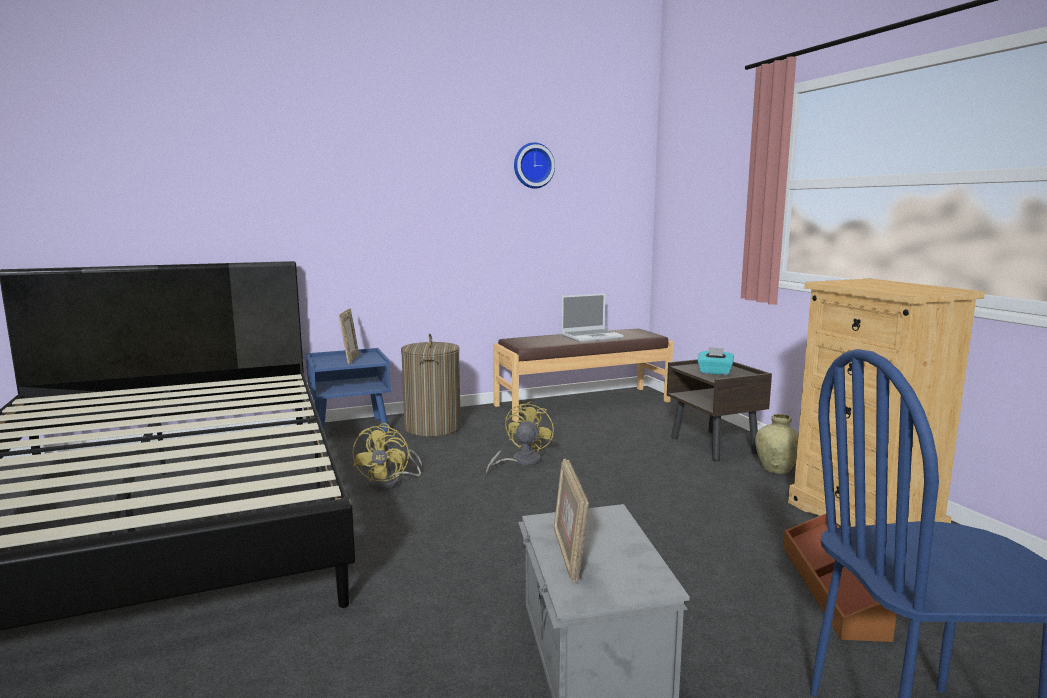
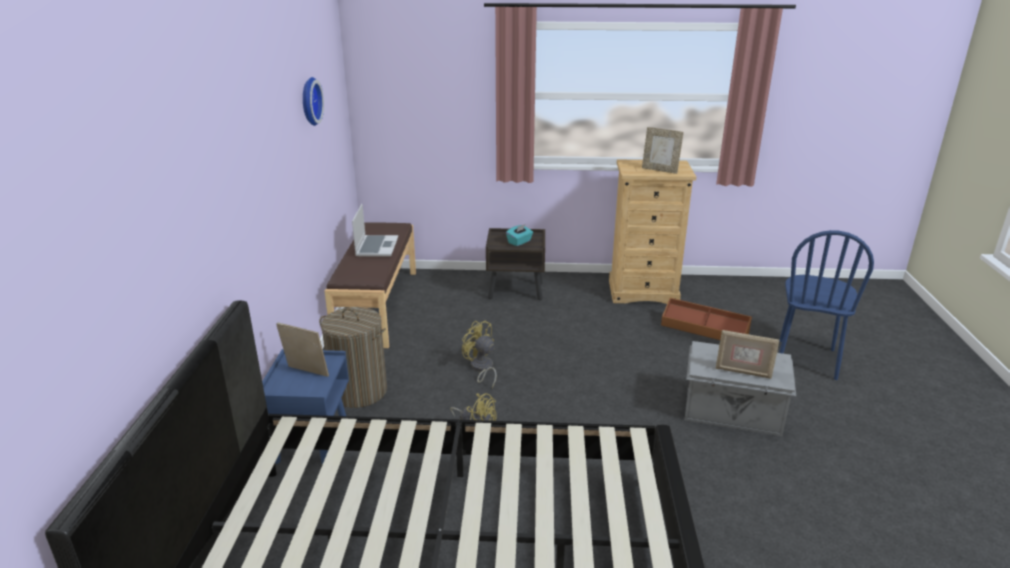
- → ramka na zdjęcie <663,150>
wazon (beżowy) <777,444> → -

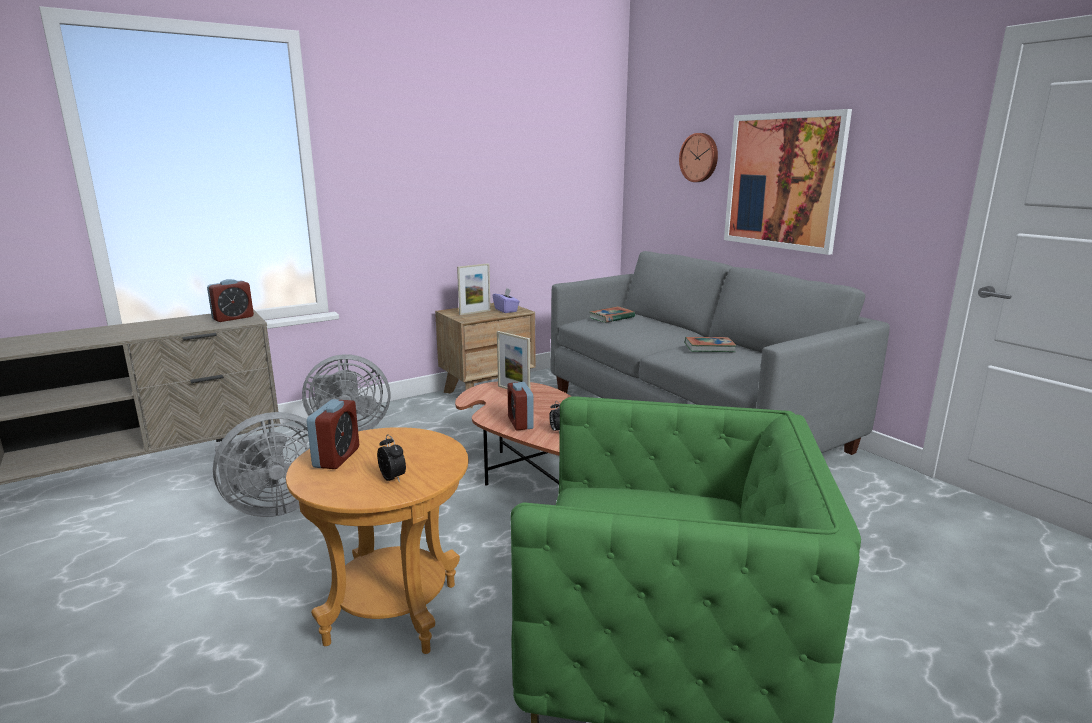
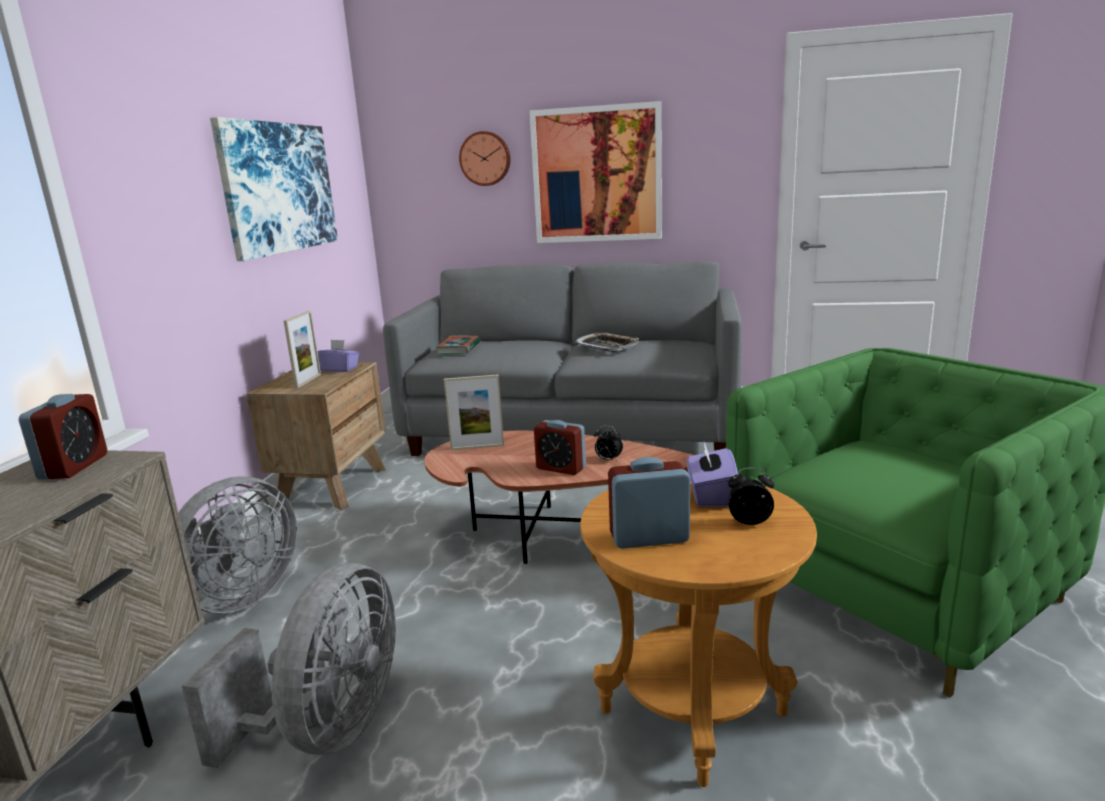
- → obraz <274,189>
książka <710,344> → taca <607,342>
budzik <333,434> → budzik <649,503>, 60 degrees counterclockwise
- → pudełko chusteczek (fioletowy) <712,474>

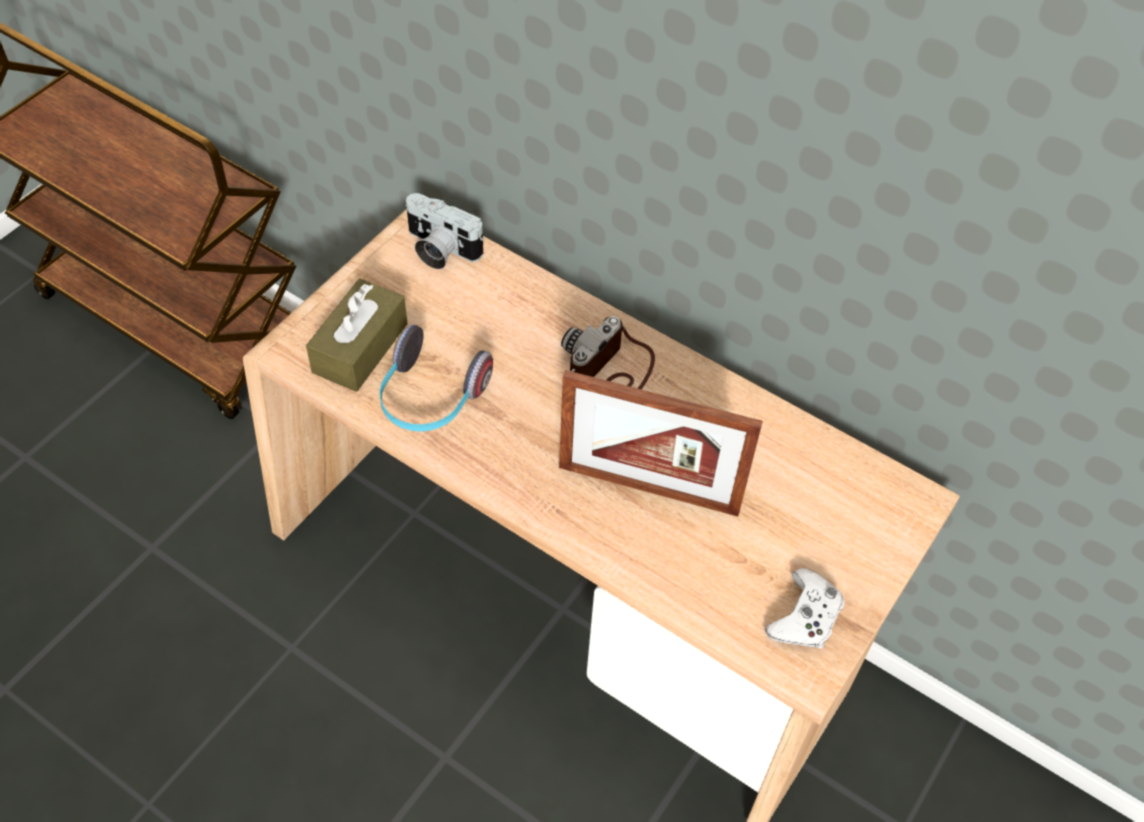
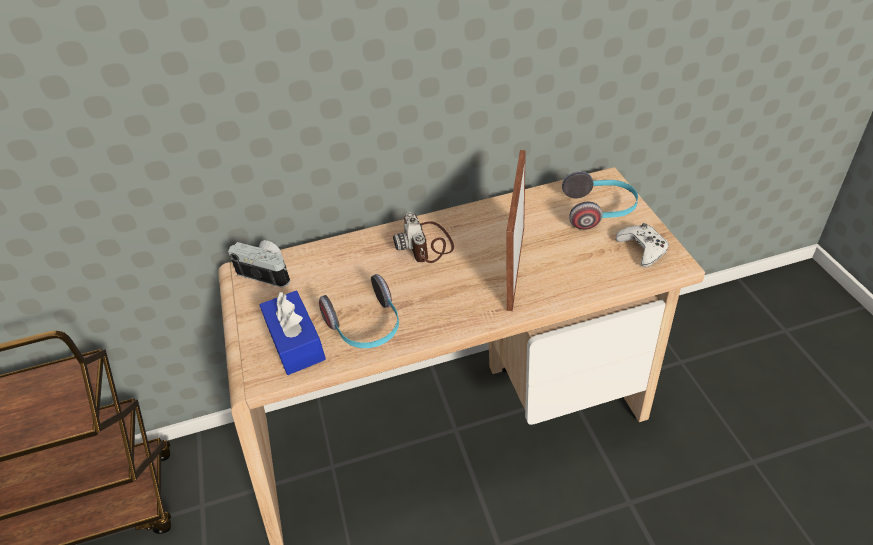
aparat fotograficzny <445,231> → aparat fotograficzny <259,263>, 135 degrees counterclockwise
pudełko chusteczek (brązowy) <356,335> → pudełko chusteczek (niebieski) <292,332>
ramka na zdjęcie <661,443> → ramka na zdjęcie <516,230>, 135 degrees clockwise
- → słuchawki <600,200>

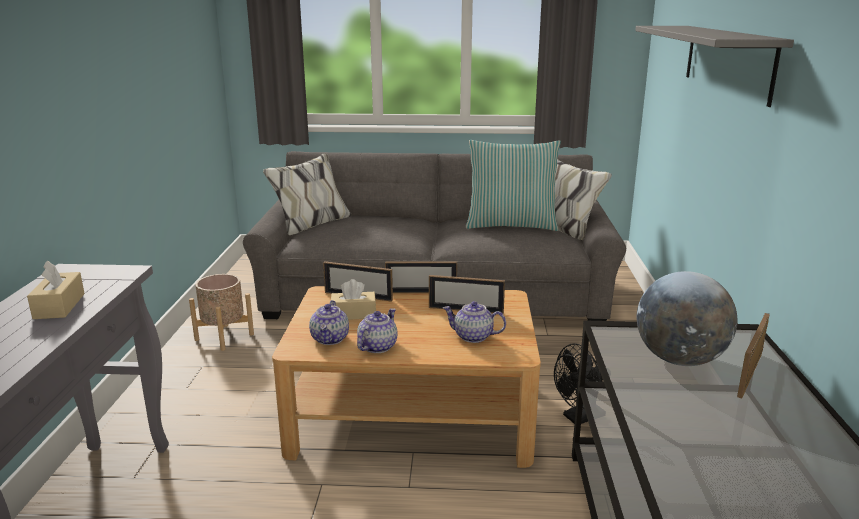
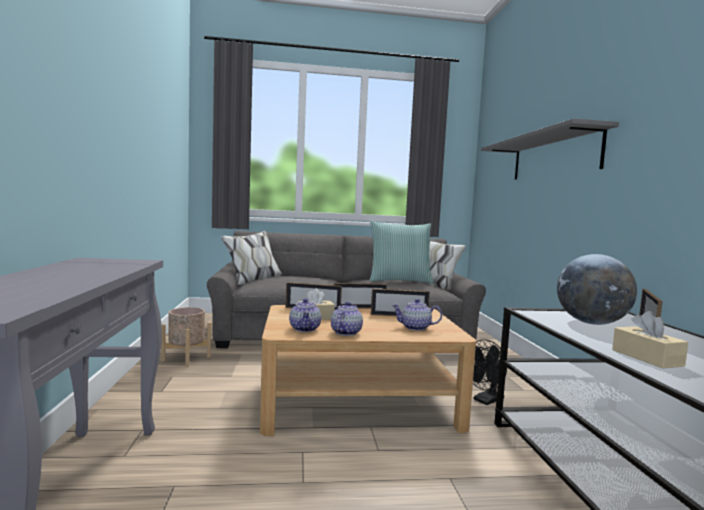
pudełko chusteczek (beżowy) <56,289> → pudełko chusteczek (beżowy) <650,339>, shifted

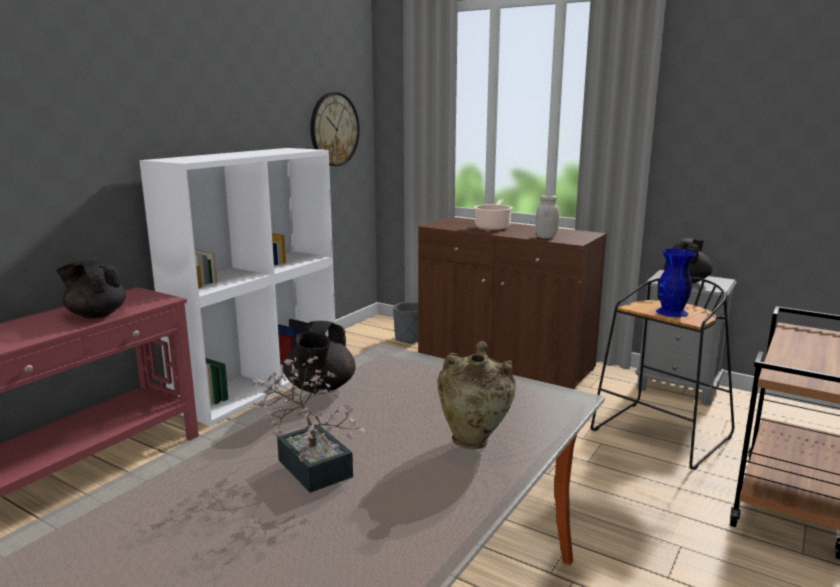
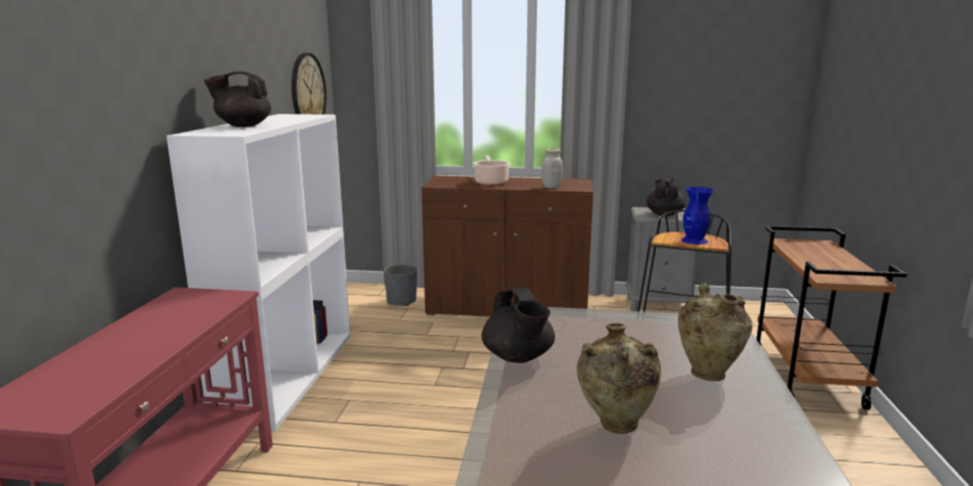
imbryk (czarny) <91,289> → imbryk (czarny) <237,99>, shifted
roślina doniczkowa <308,424> → wazon (beżowy) <619,378>

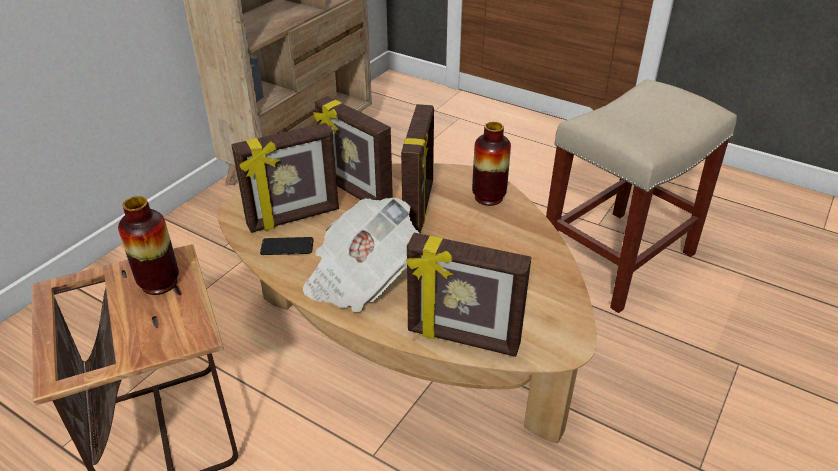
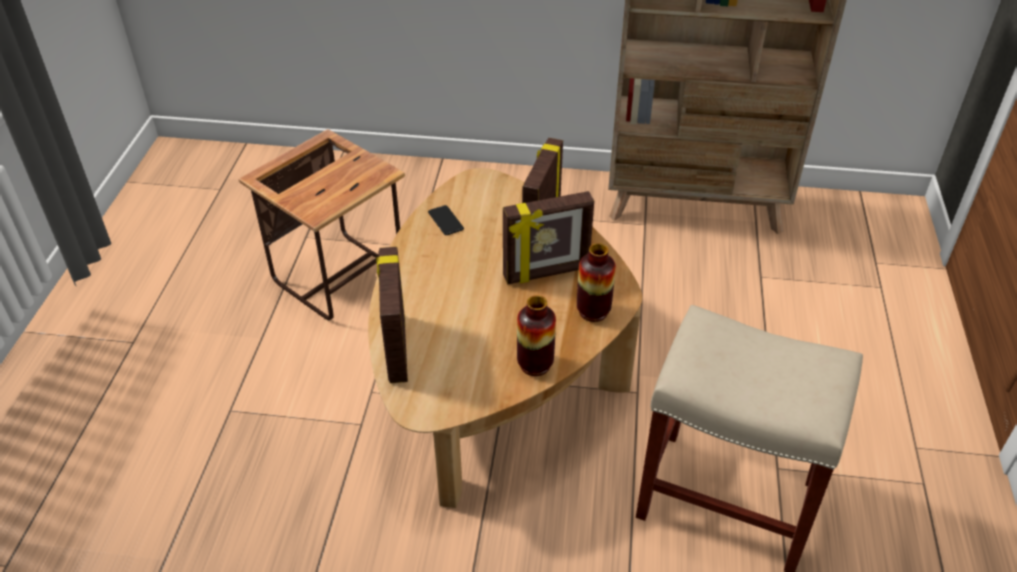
wazon <148,245> → wazon <536,335>, shifted
ramka na zdjęcie <285,178> → -
gazeta <361,255> → -

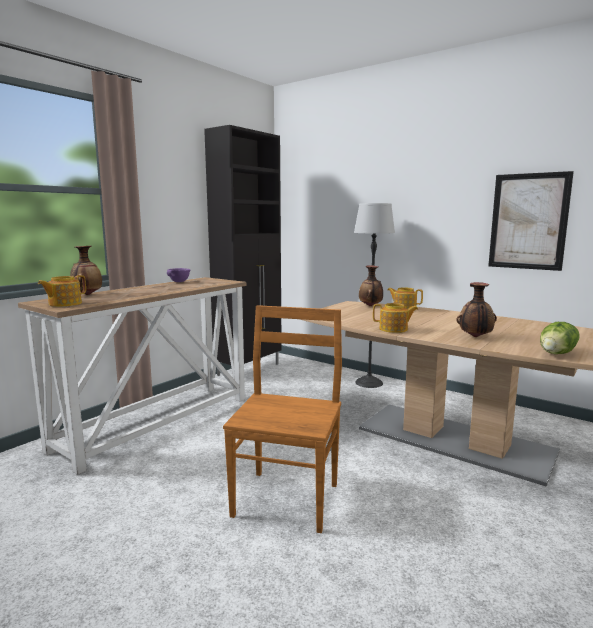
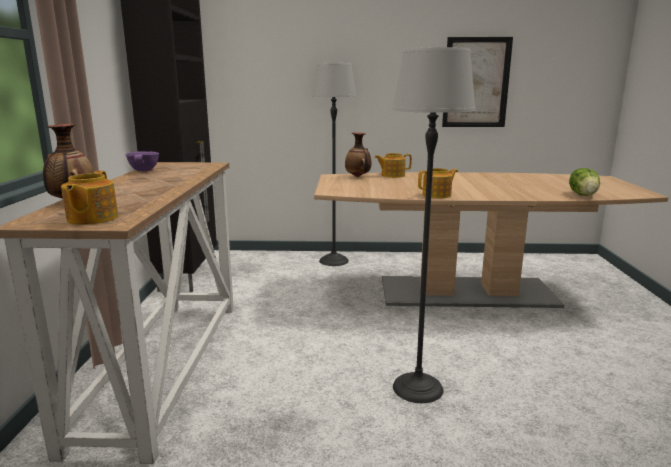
krzesło (brązowy) <282,419> → lampa stojąca <434,225>
wazon <477,309> → -

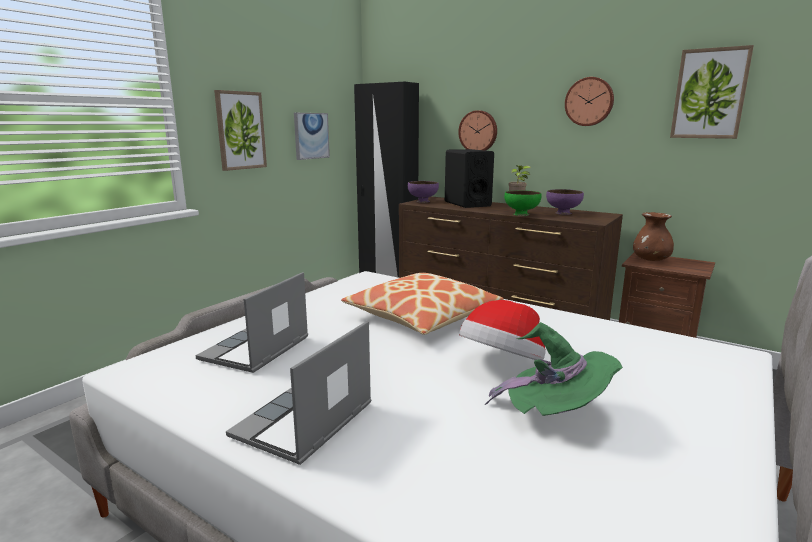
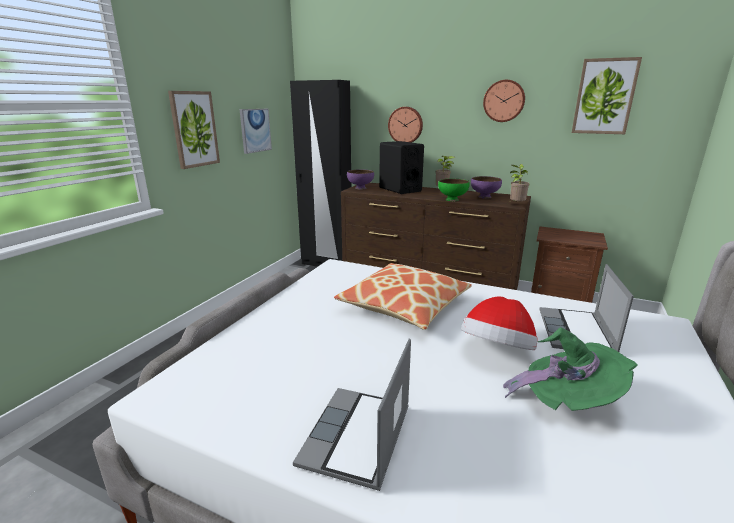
- → roślina doniczkowa <519,182>
laptop <251,322> → laptop <587,308>, shifted
wazon (brązowy) <653,236> → -

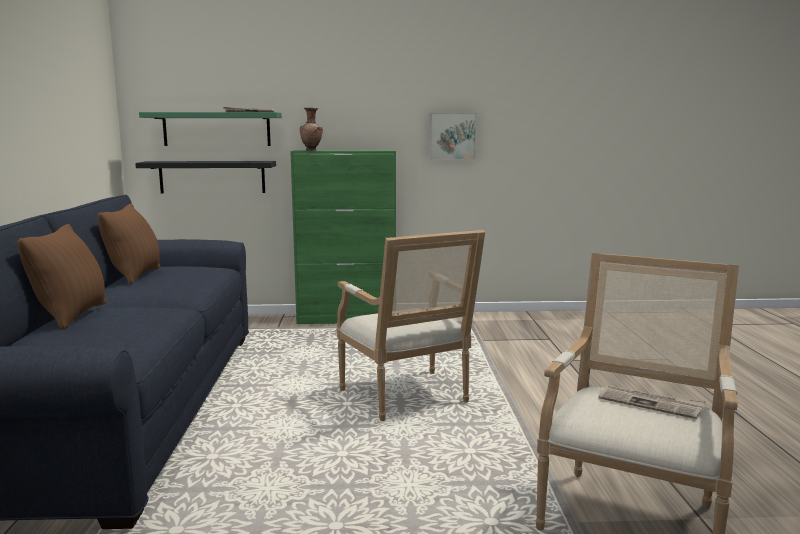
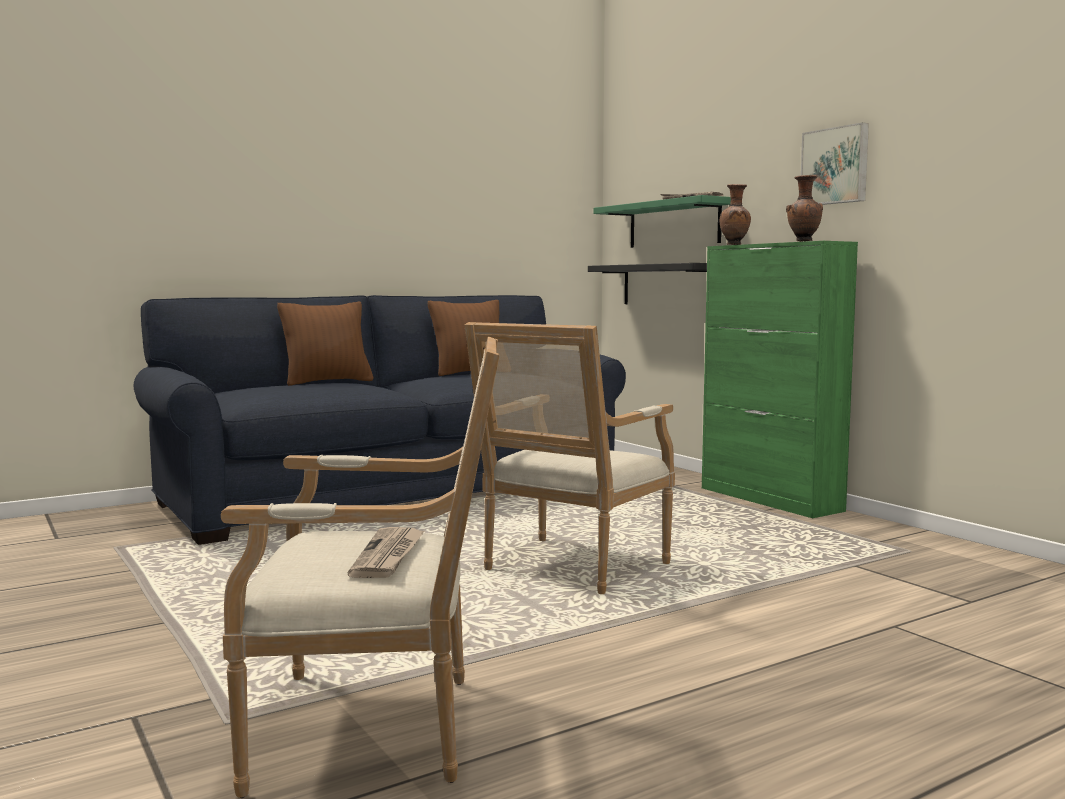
- → wazon (brązowy) <804,208>
obraz <453,136> → obraz <835,163>, shifted

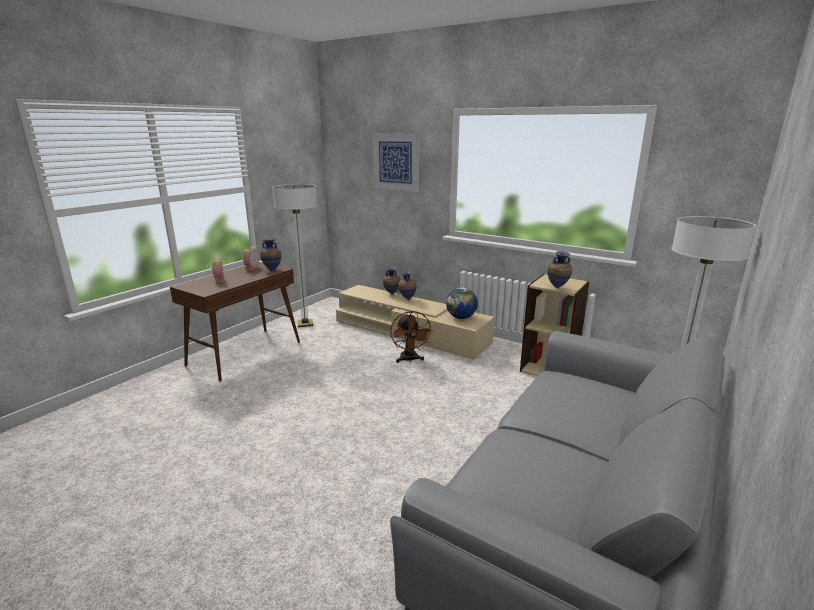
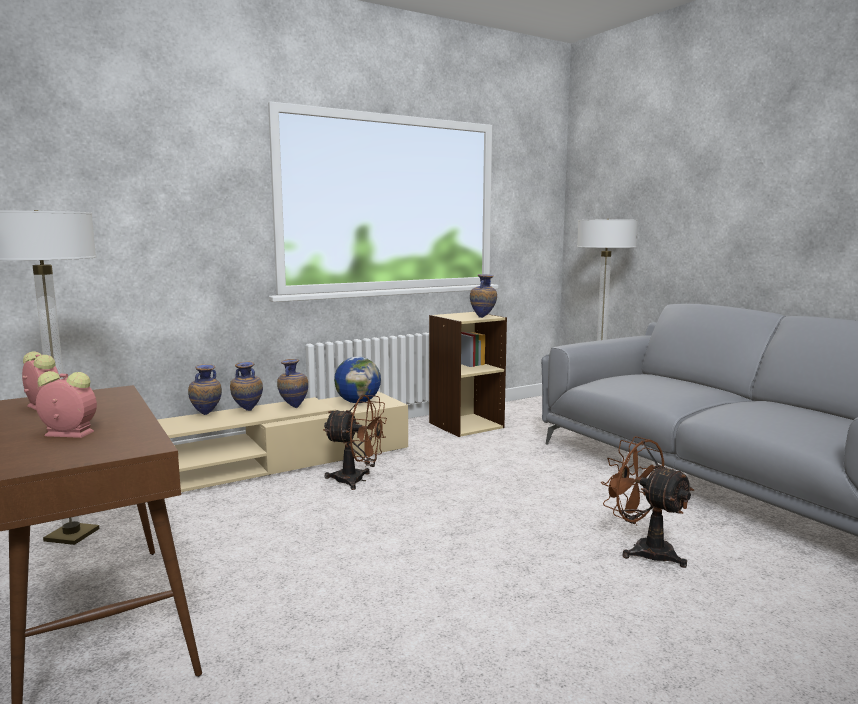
wazon <270,254> → wazon <292,383>, shifted
- → wentylator (brązowy) <647,502>
obraz <395,162> → -

